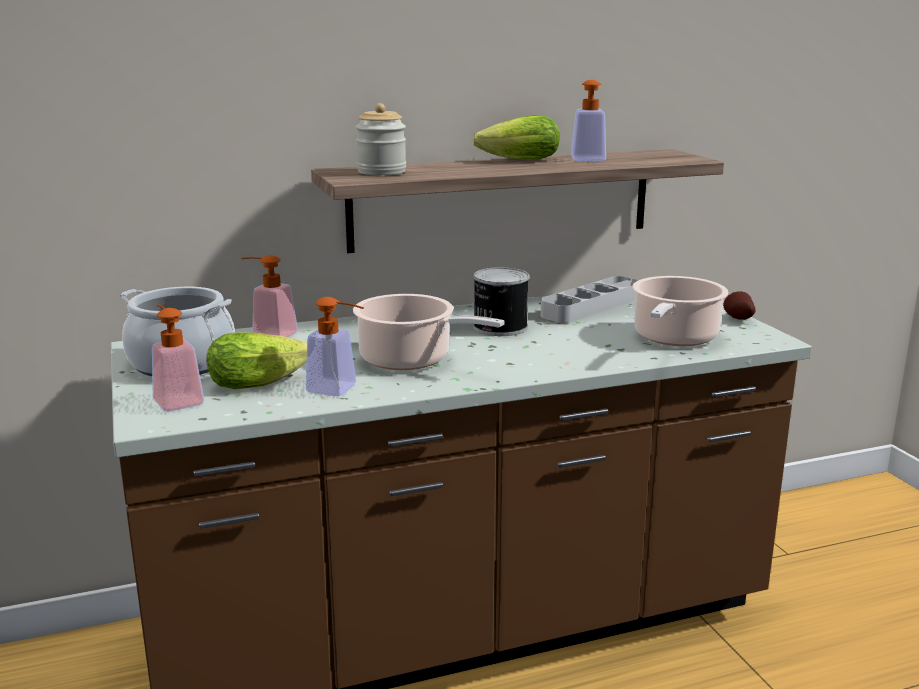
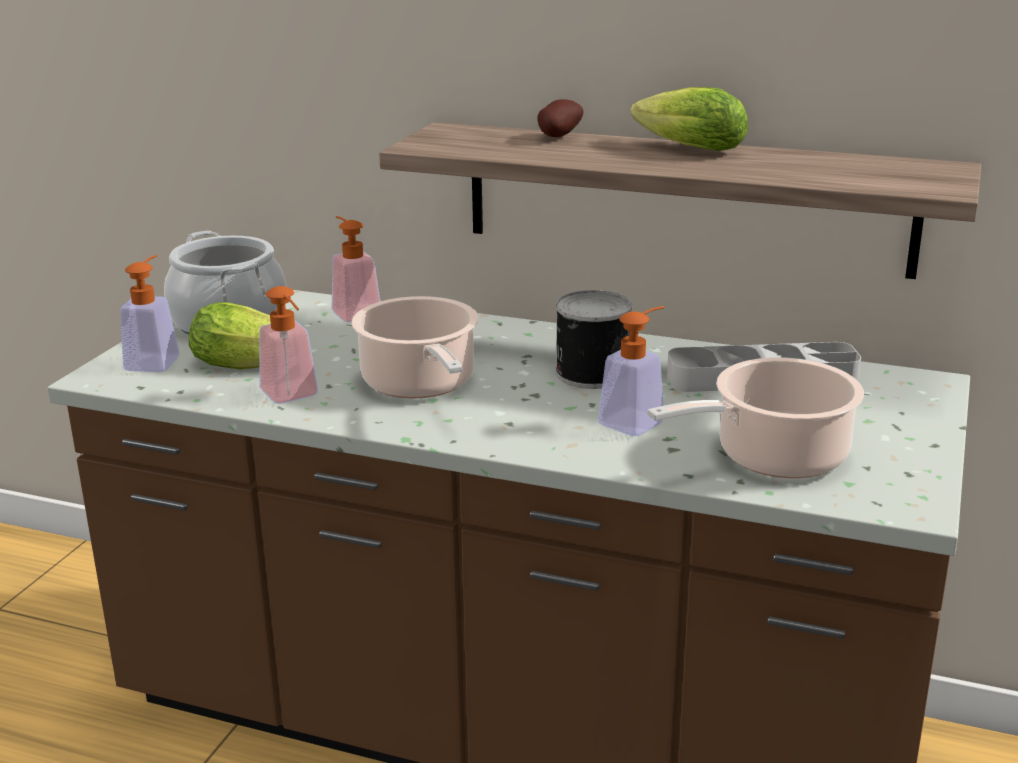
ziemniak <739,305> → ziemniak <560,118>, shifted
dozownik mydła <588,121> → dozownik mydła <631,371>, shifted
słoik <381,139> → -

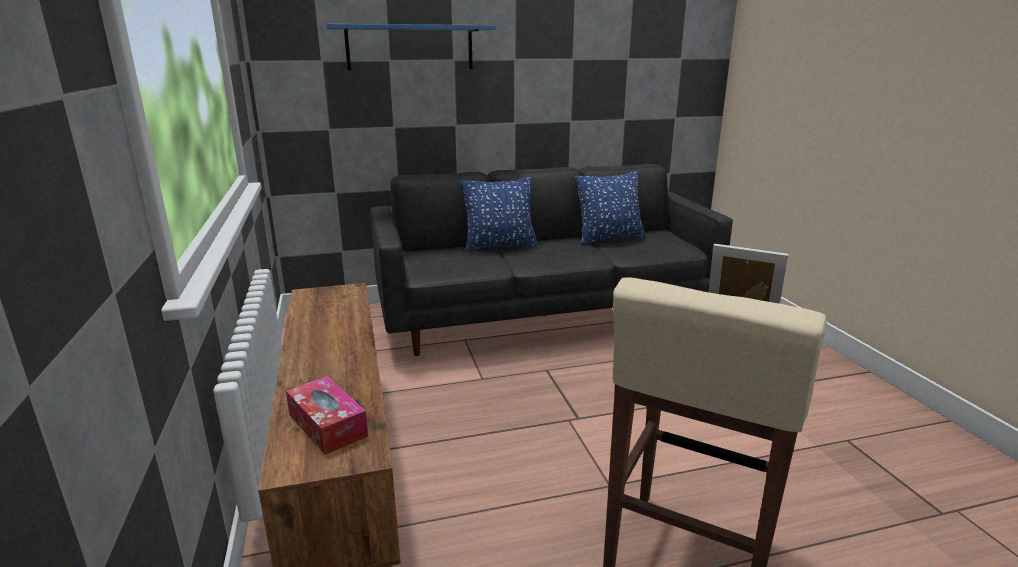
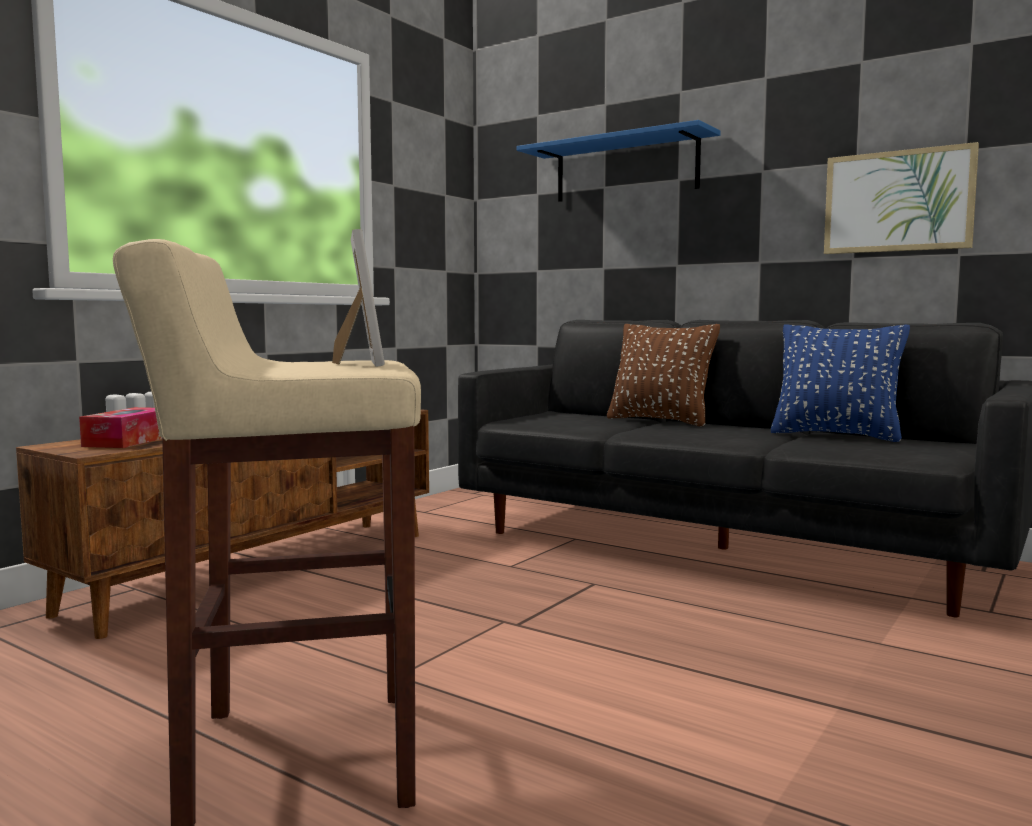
poduszka (niebieski) <499,214> → poduszka (brązowy) <663,375>
- → obraz <901,198>

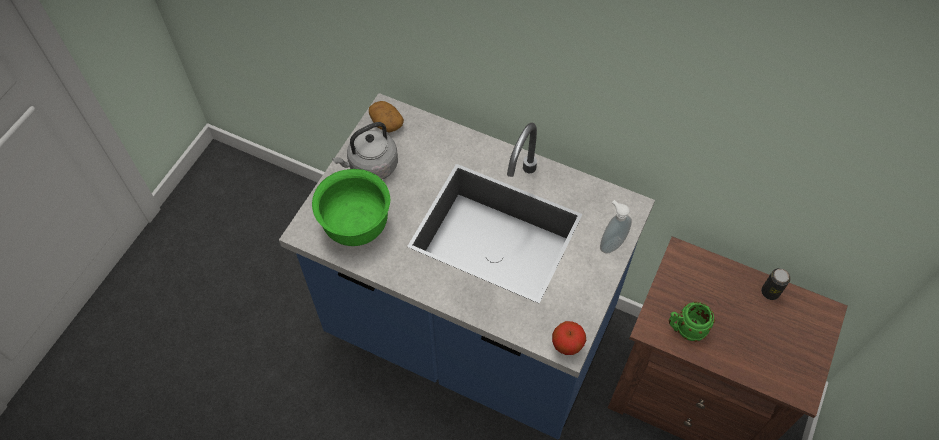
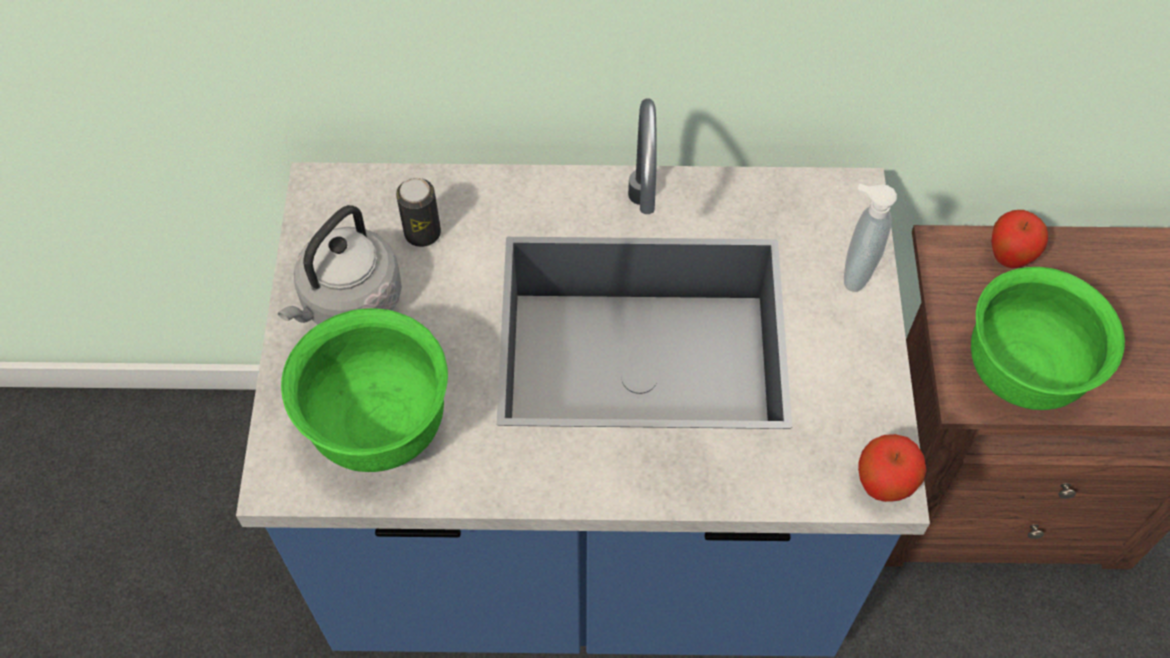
puszka <776,284> → puszka <418,212>, shifted
kubek (zielony) <692,322> → miska (zielony) <1048,338>
- → jabłko <1019,239>
ziemniak <386,116> → -

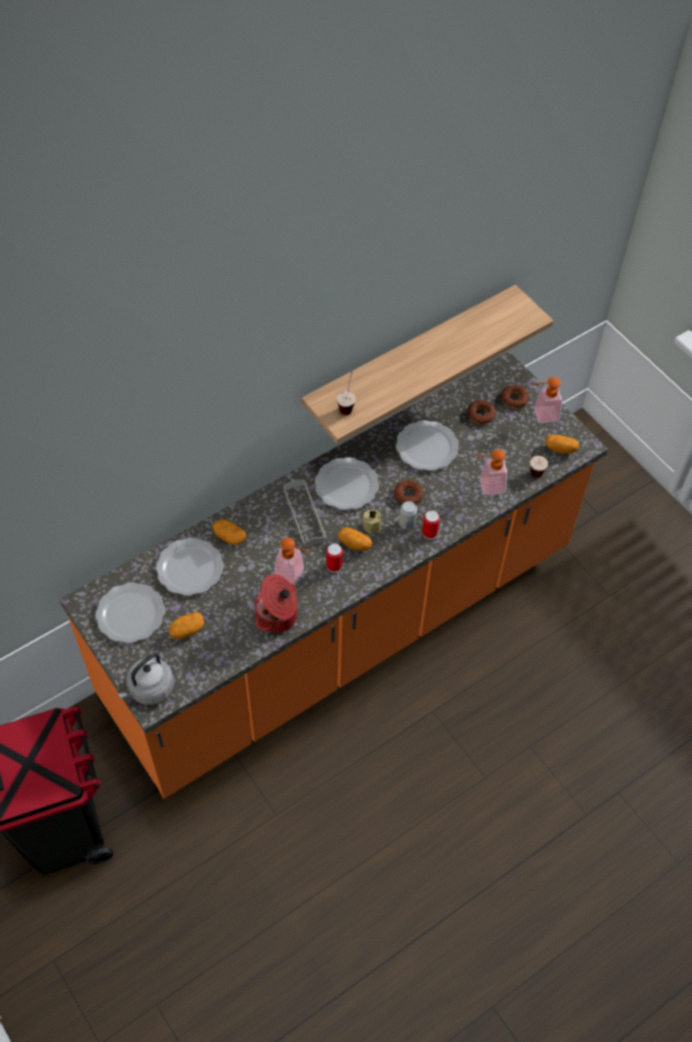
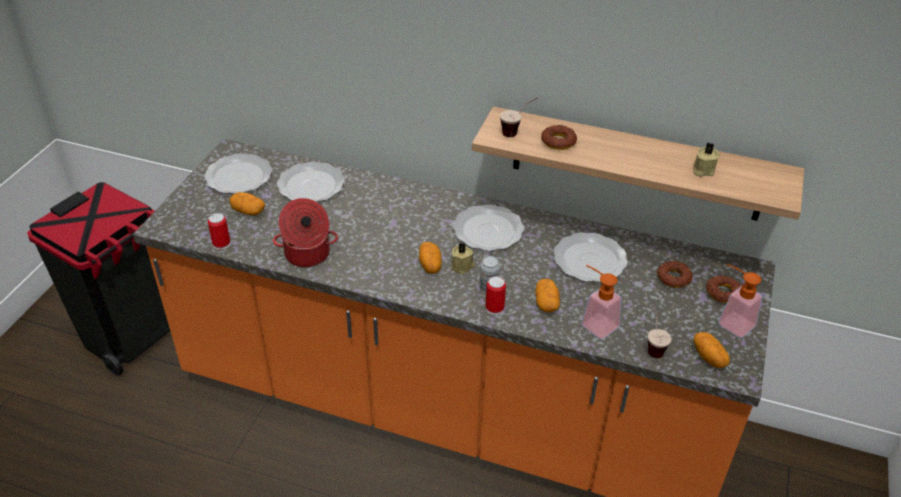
puszka <334,558> → puszka <219,231>, shifted
ziemniak <229,532> → ziemniak <547,295>, shifted
donut <409,492> → donut <559,137>, shifted
- → świeca (beżowy) <706,159>
czajnik (szary) <145,679> → -
dozownik mydła <292,561> → -
taca (szary) <305,513> → -

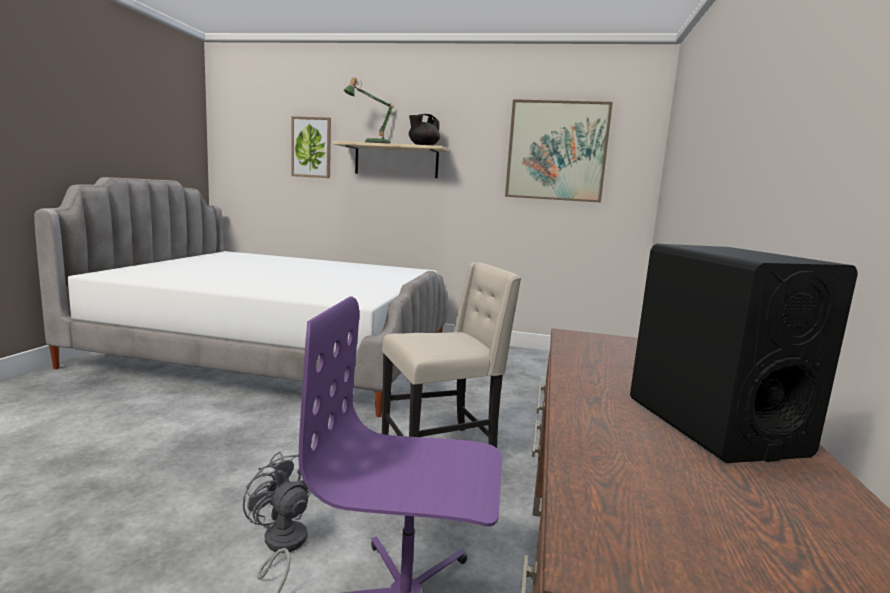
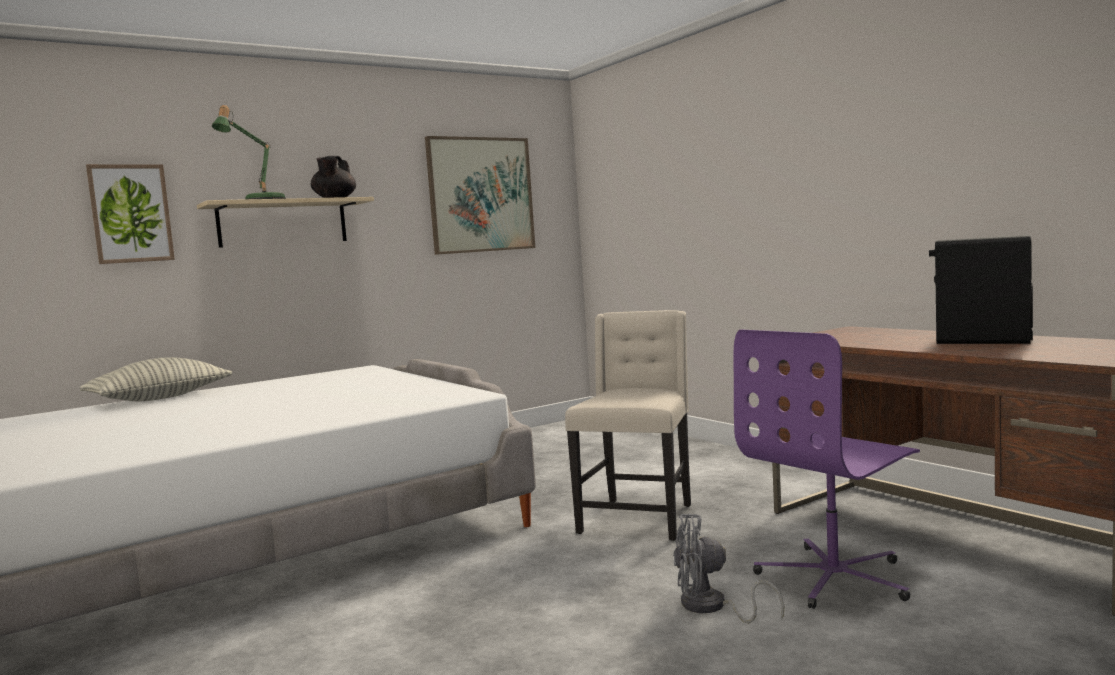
- → poduszka <156,379>

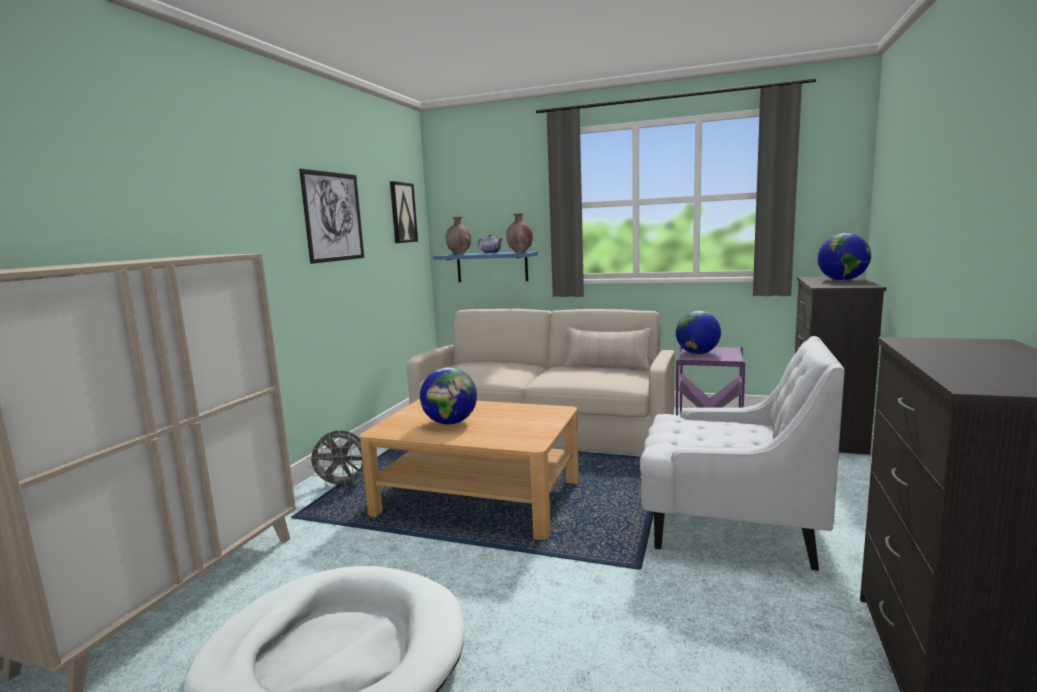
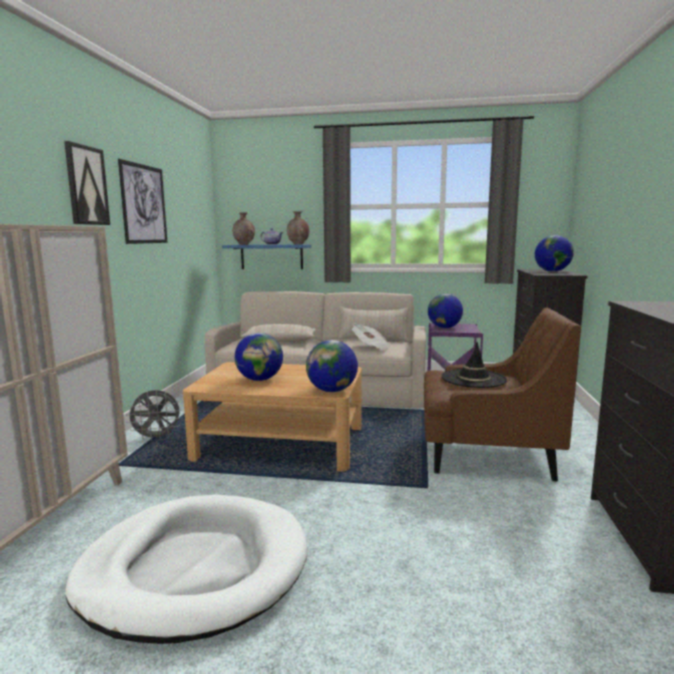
obraz <404,212> → obraz <87,183>, shifted
- → poduszka (beżowy) <278,333>
- → globus <332,366>
- → gazeta <371,337>
fotel (biały) <742,453> → fotel (brązowy) <502,394>
- → kapelusz (czarny) <474,365>

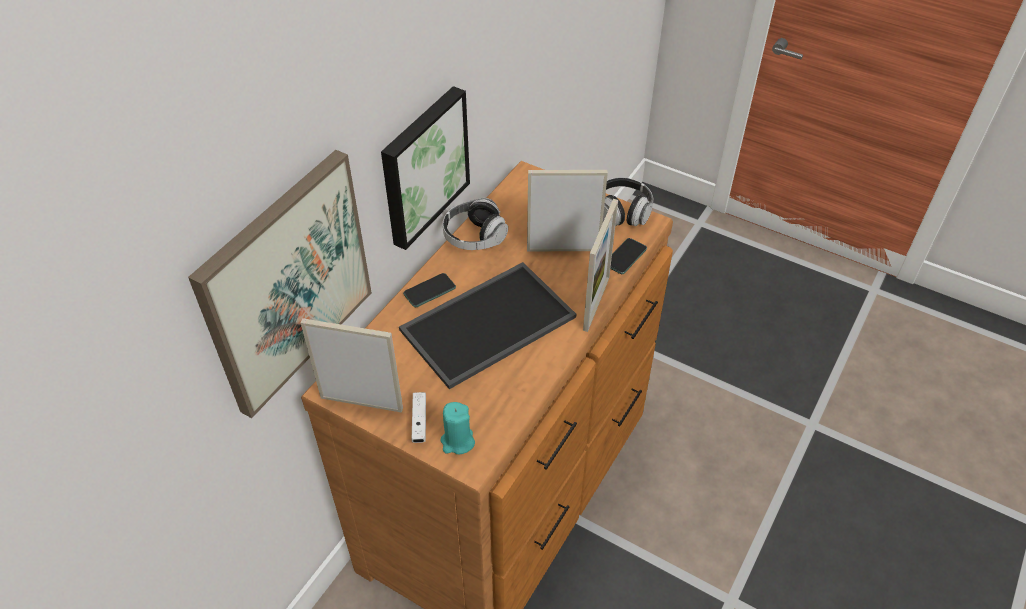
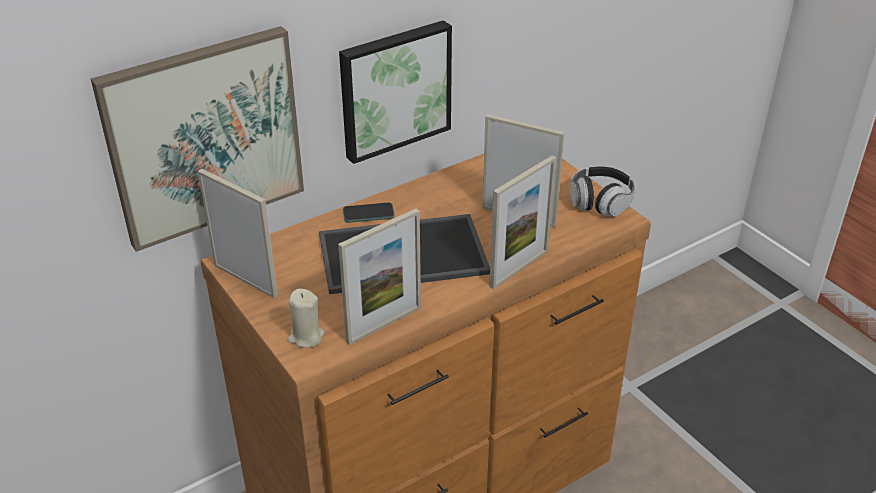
świeca (turkusowy) <457,428> → świeca (beżowy) <306,318>
- → ramka na zdjęcie <379,277>
pad do gier (biały) <419,417> → -
słuchawki <475,224> → -
telefon <628,256> → -

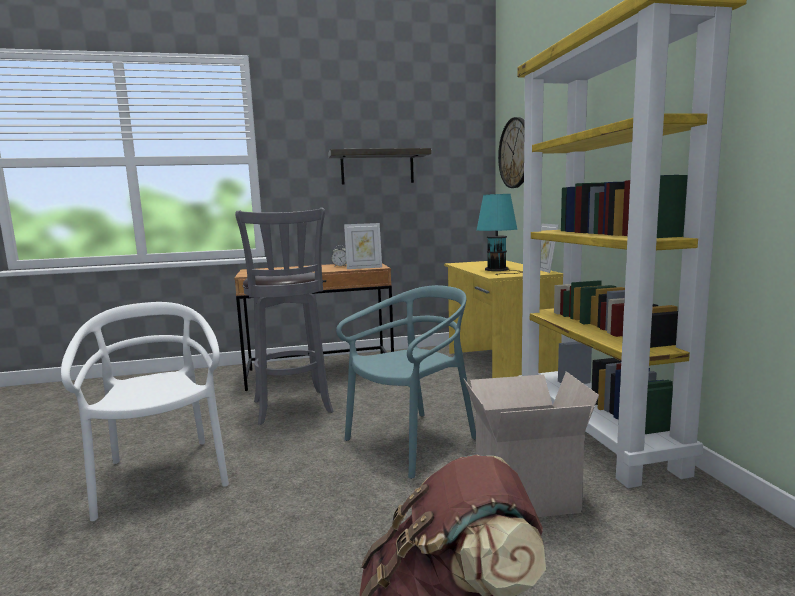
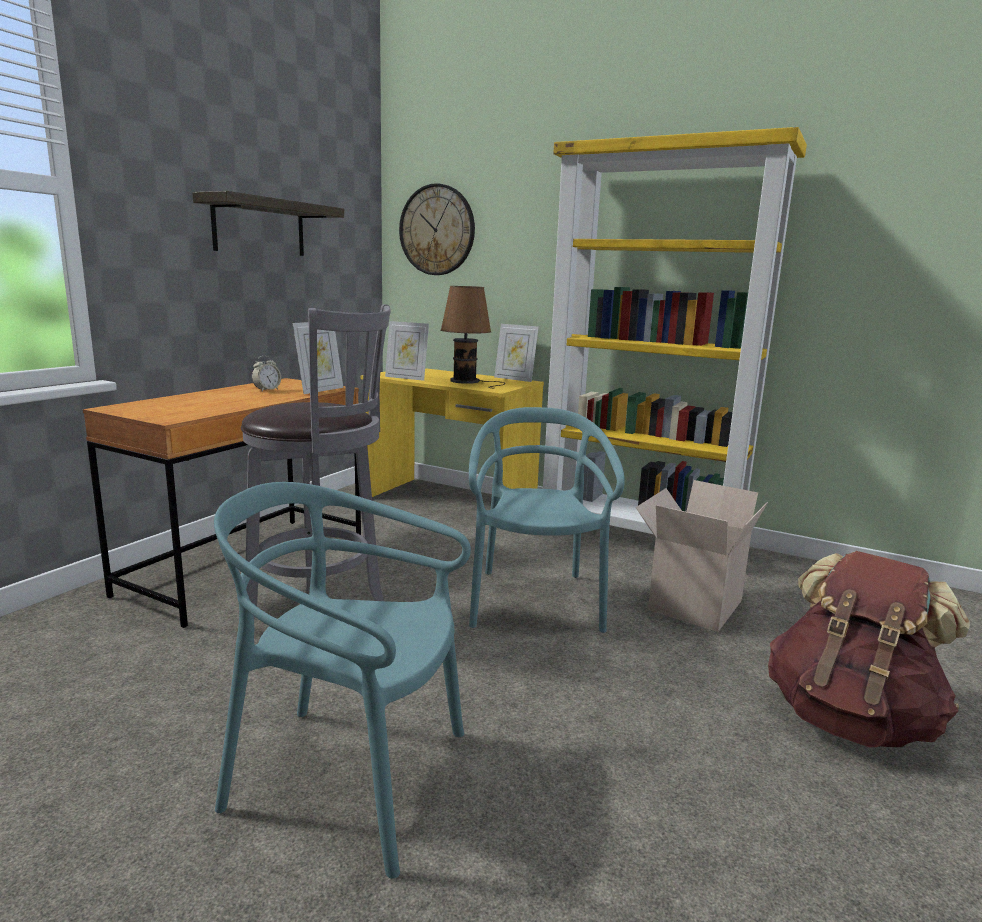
krzesło (biały) <145,411> → krzesło (turkusowy) <342,680>
- → ramka na zdjęcie <407,351>
lampa stołowa (turkusowy) <500,234> → lampa stołowa (brązowy) <472,337>

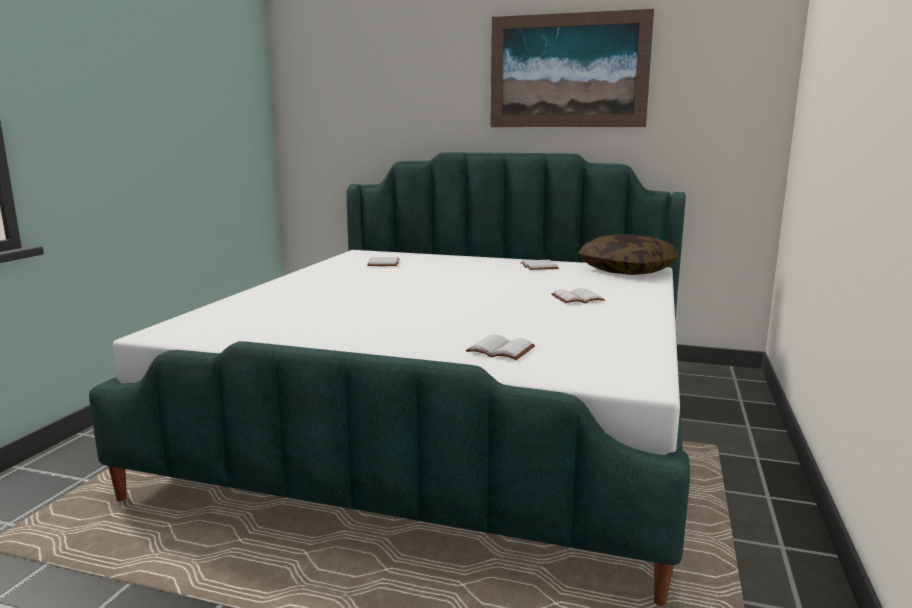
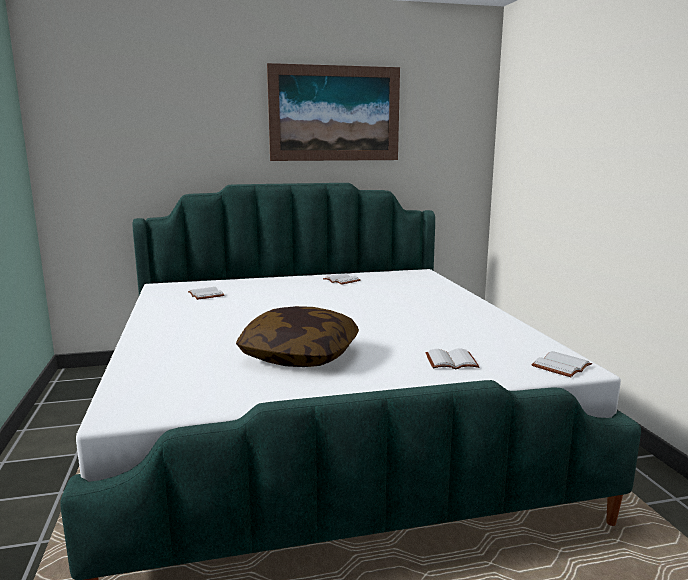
poduszka <629,254> → poduszka <297,336>, shifted
książka (biały) <578,295> → książka (biały) <562,364>, shifted

